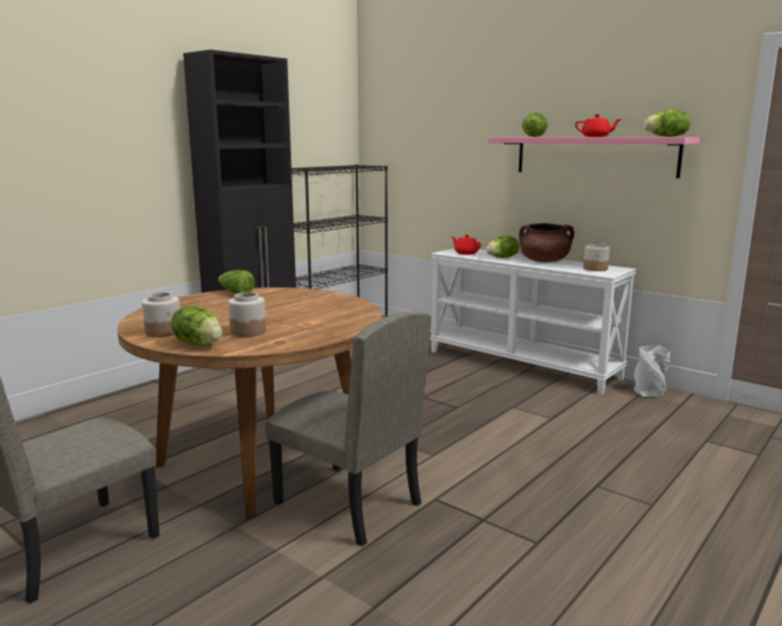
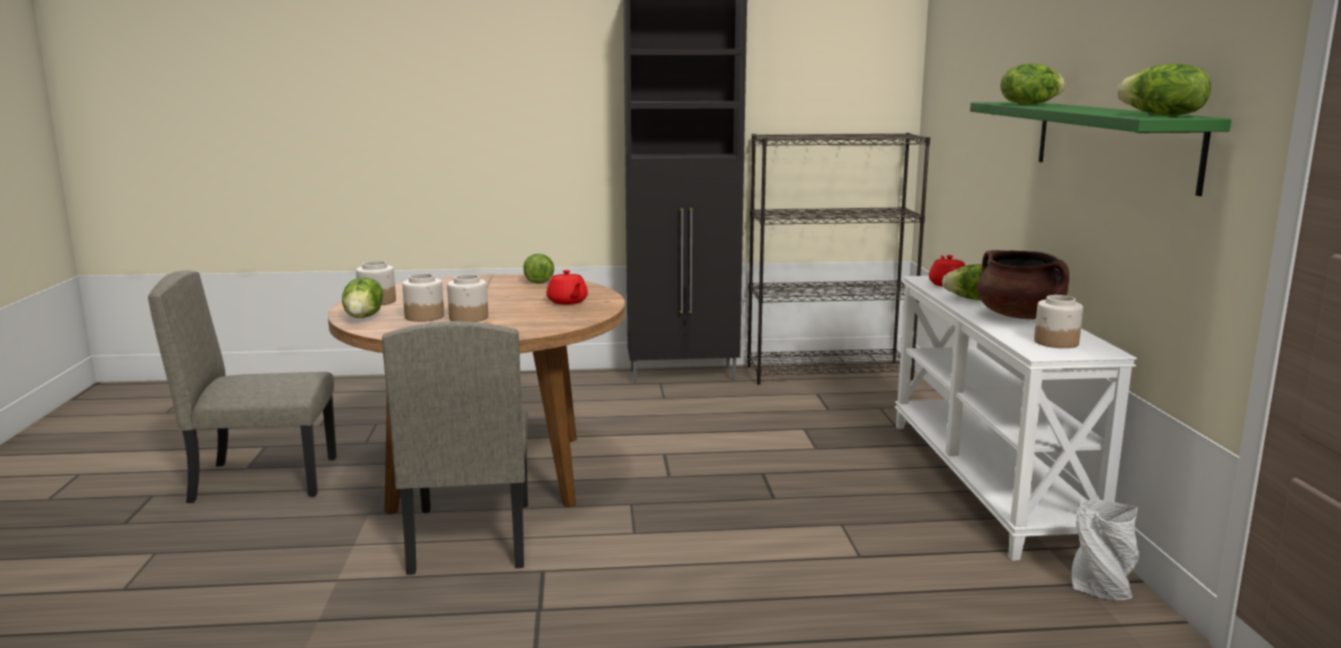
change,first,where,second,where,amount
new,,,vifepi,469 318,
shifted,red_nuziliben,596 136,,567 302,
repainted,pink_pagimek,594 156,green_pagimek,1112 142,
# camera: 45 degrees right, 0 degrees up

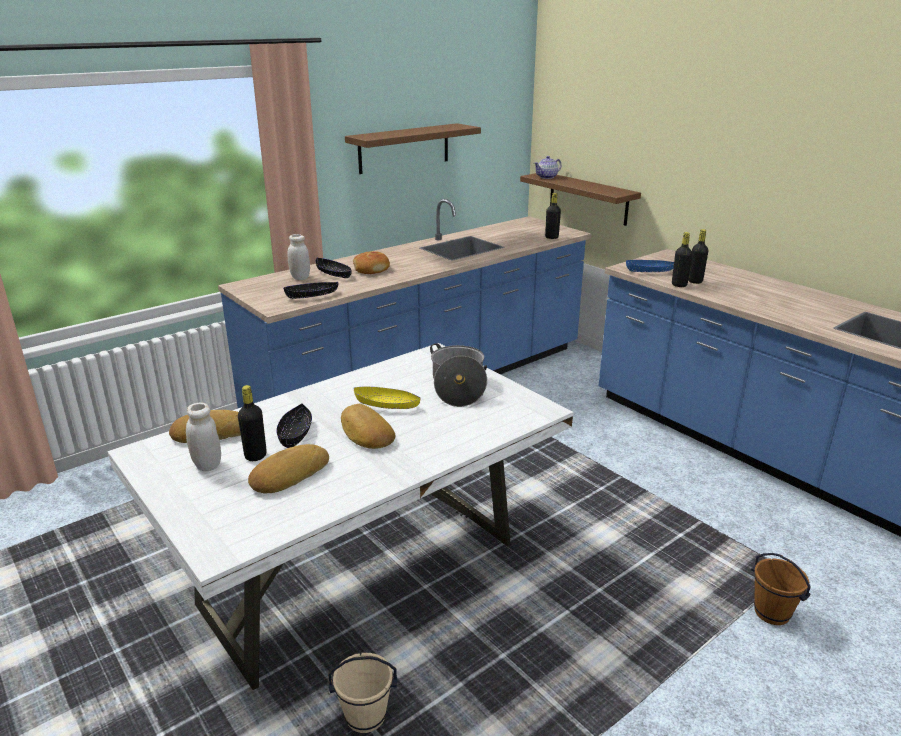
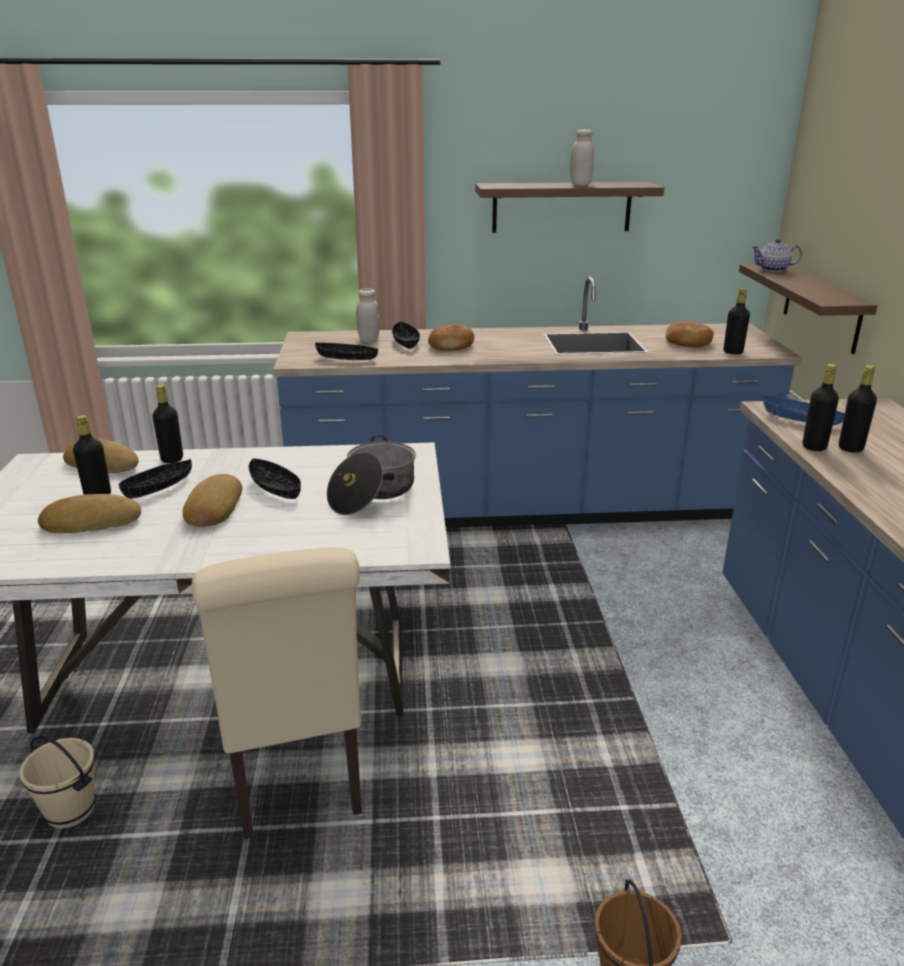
change,first,where,second,where,amount
new,,,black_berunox,172 459,
new,,,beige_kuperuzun,295 774,
new,,,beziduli,687 342,
shifted,white_vifepi,207 465,,580 184,
repainted,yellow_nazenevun,387 405,black_nazenevun,276 488,
# camera: 35 degrees right, 0 degrees up

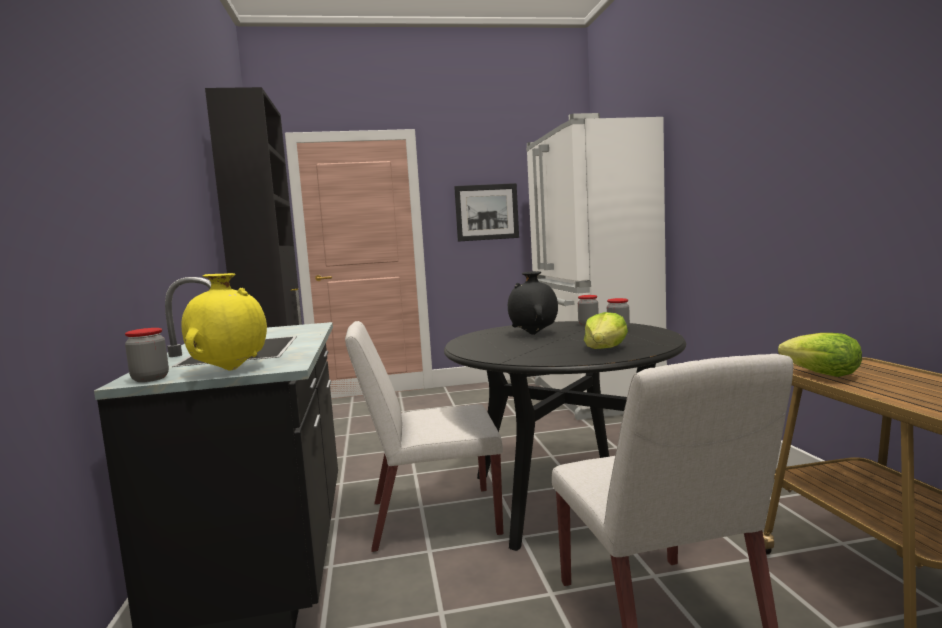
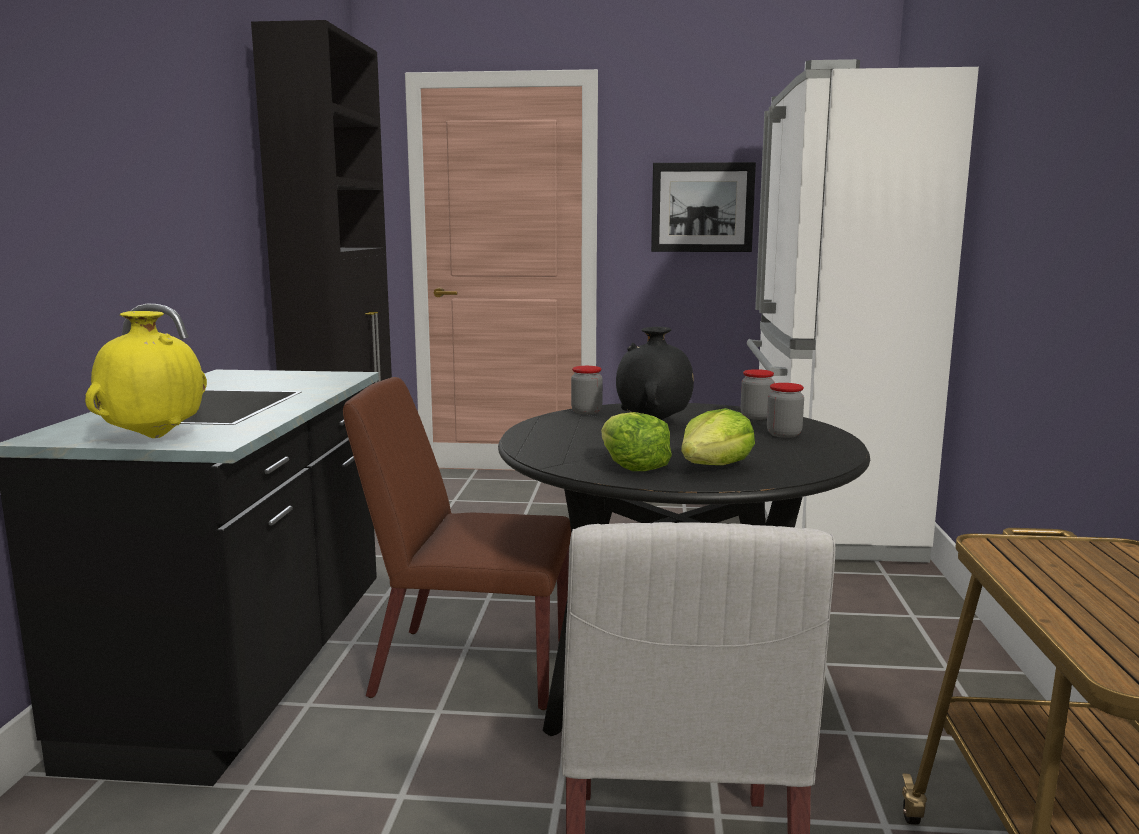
change,first,where,second,where,amount
shifted,vifepi,150 379,,586 412,
shifted,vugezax,822 374,,632 466,
repainted,white_kuperuzun,432 518,brown_kuperuzun,469 667,
# camera: 15 degrees right, 5 degrees up

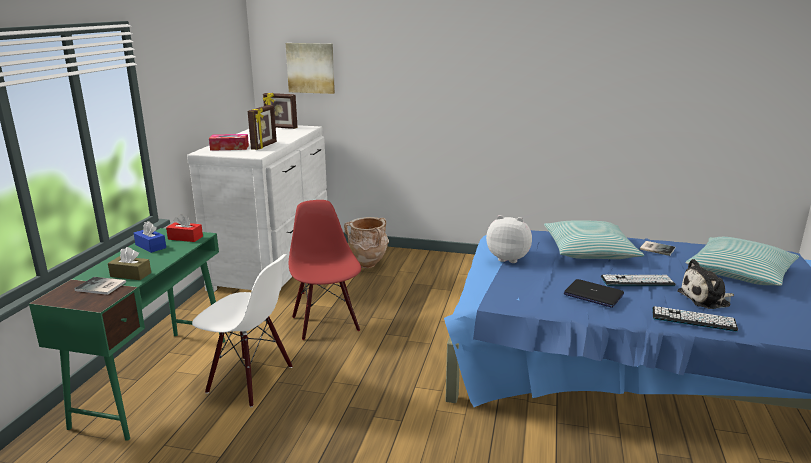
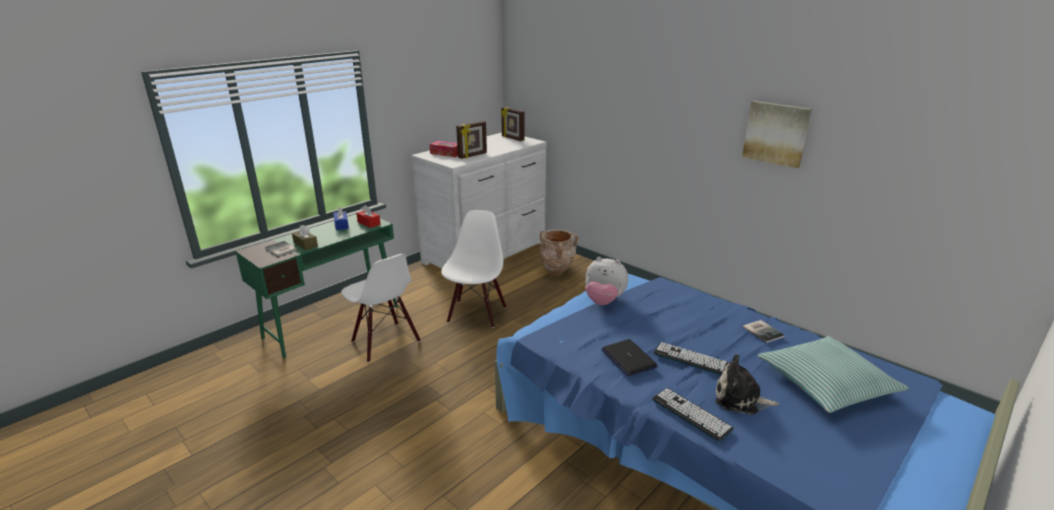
change,first,where,second,where,amount
gone,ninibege,589 250,,,
shifted,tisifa,311 68,,776 133,
repainted,red_kuperuzun,326 323,white_kuperuzun,476 314,
rotated,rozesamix,508 258,,604 301,150 degrees clockwise
# camera: 30 degrees right, 5 degrees up

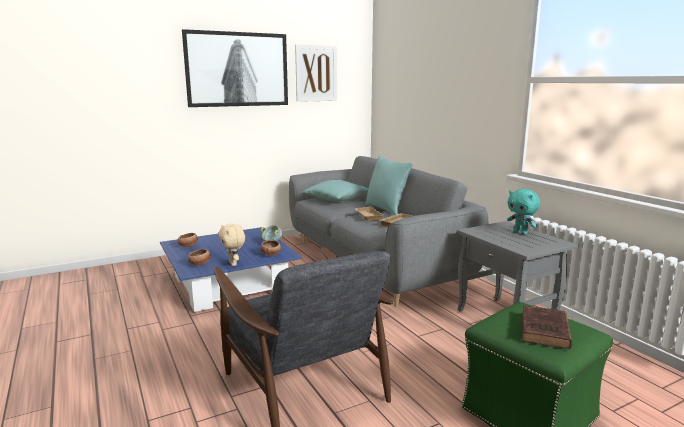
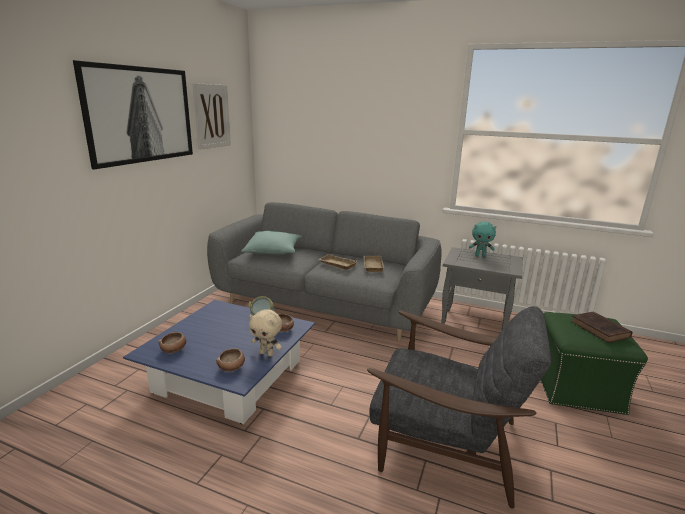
change,first,where,second,where,amount
gone,turquoise_ninibege,386 209,,,
# camera: 40 degrees left, 5 degrees up

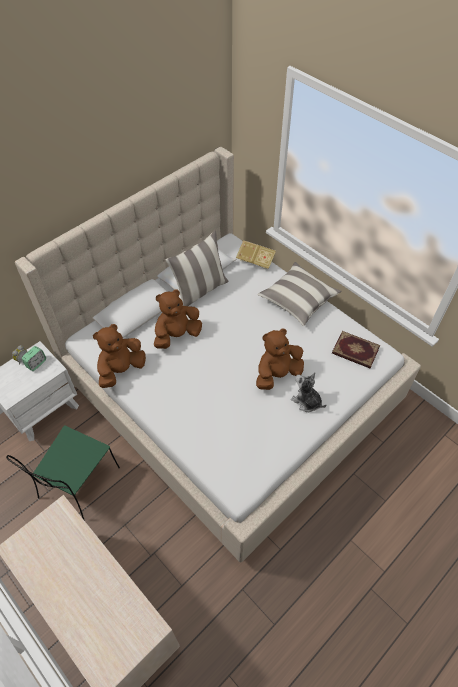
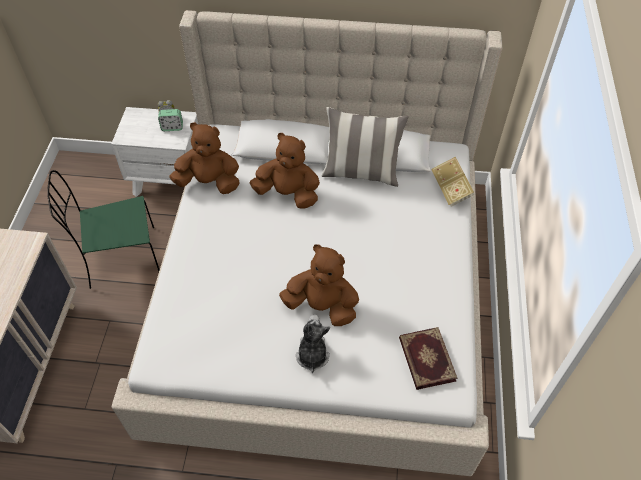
change,first,where,second,where,amount
gone,ninibege,298 300,,,
# camera: 50 degrees right, 0 degrees up

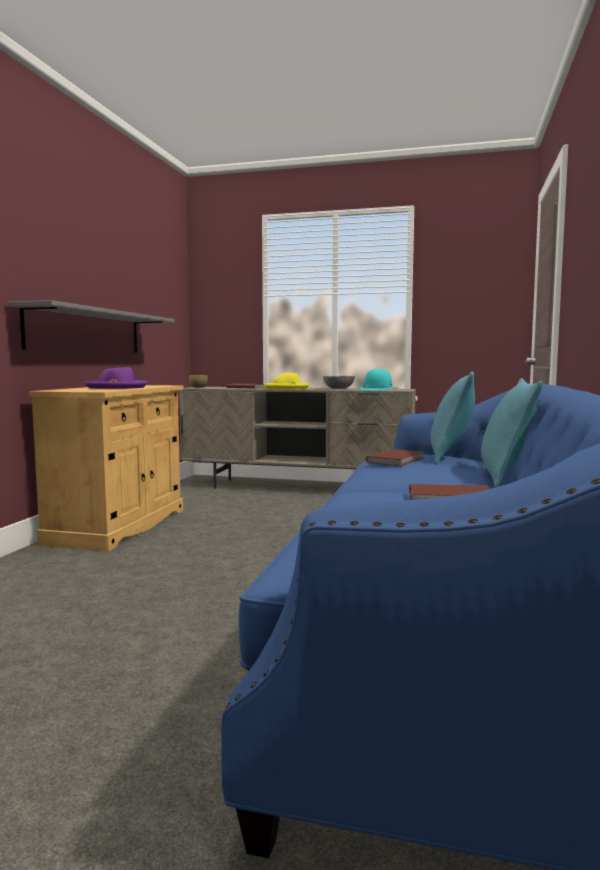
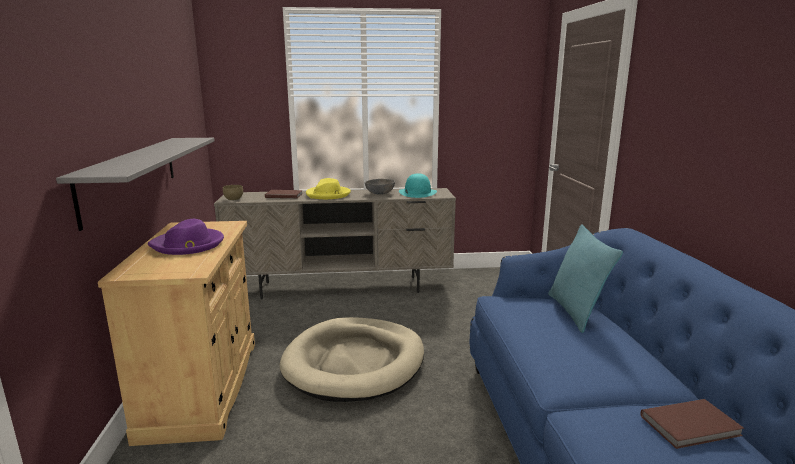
change,first,where,second,where,amount
gone,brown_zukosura,397 460,,,
gone,turquoise_ninibege,505 478,,,
new,,,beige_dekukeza,355 363,
# camera: 20 degrees left, 10 degrees up

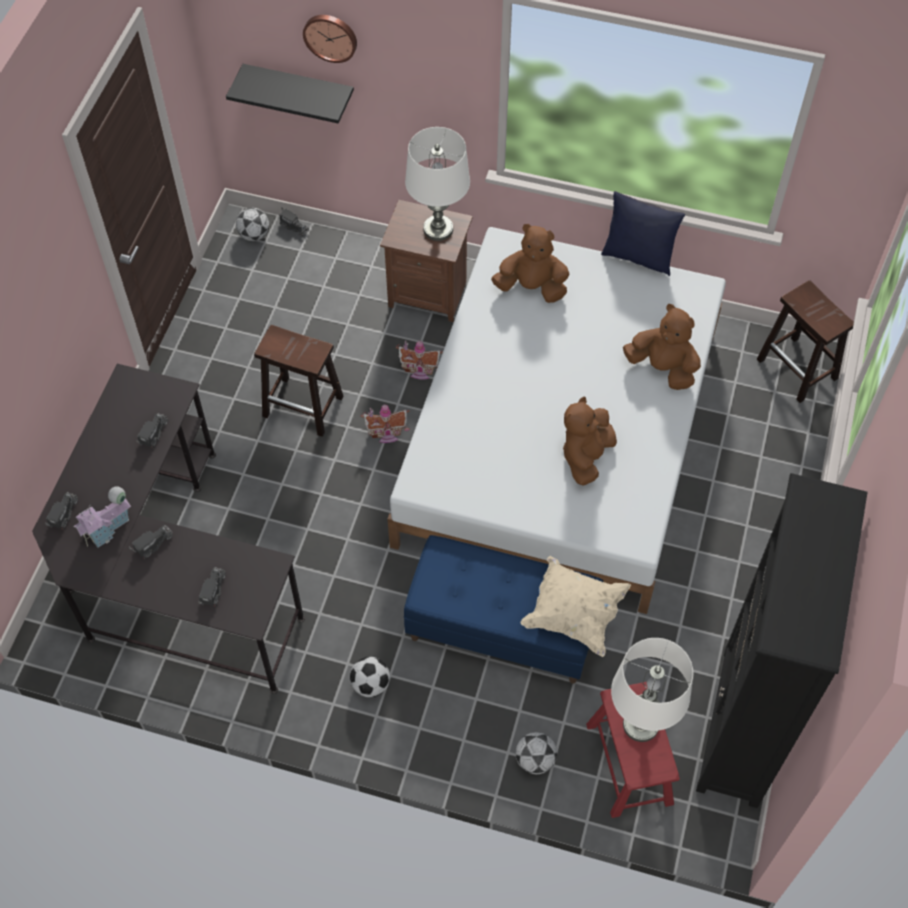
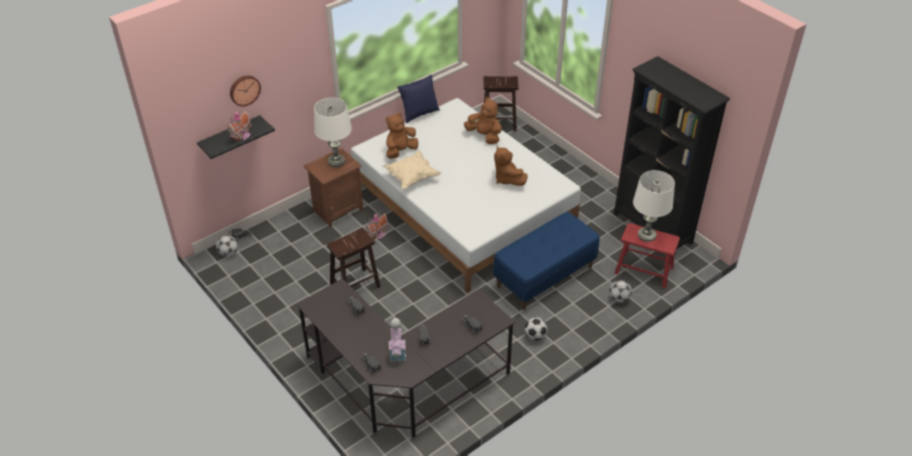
change,first,where,second,where,amount
shifted,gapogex,386 434,,242 136,
shifted,beige_ninibege,574 613,,412 177,
rotated,brown_rozesamix,662 368,,484 136,60 degrees clockwise
# camera: 55 degrees left, 15 degrees down

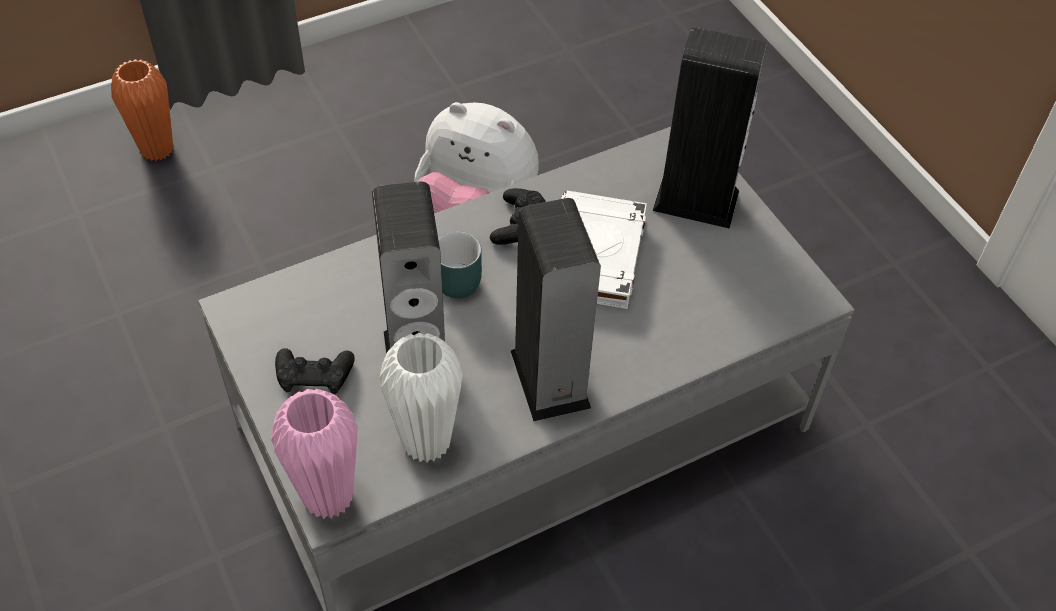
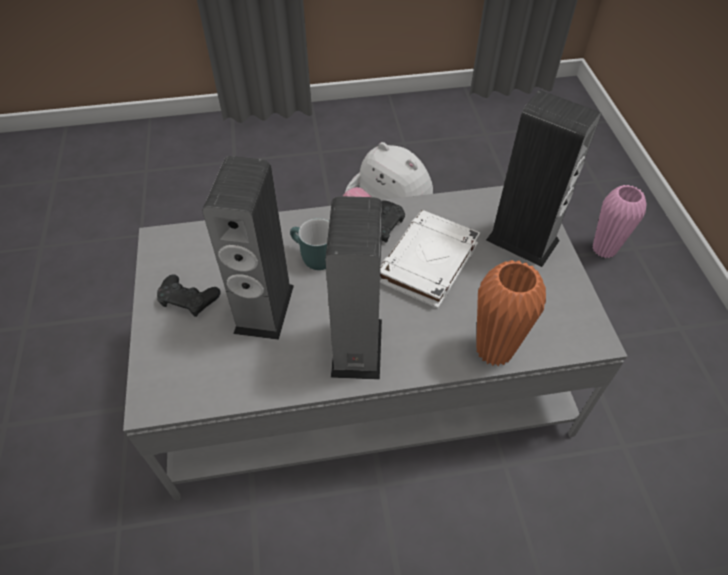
change,first,where,second,where,amount
gone,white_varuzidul,426 442,,,
shifted,orange_varuzidul,157 149,,494 350,
shifted,pink_varuzidul,328 497,,604 249,
# camera: 20 degrees right, 0 degrees up

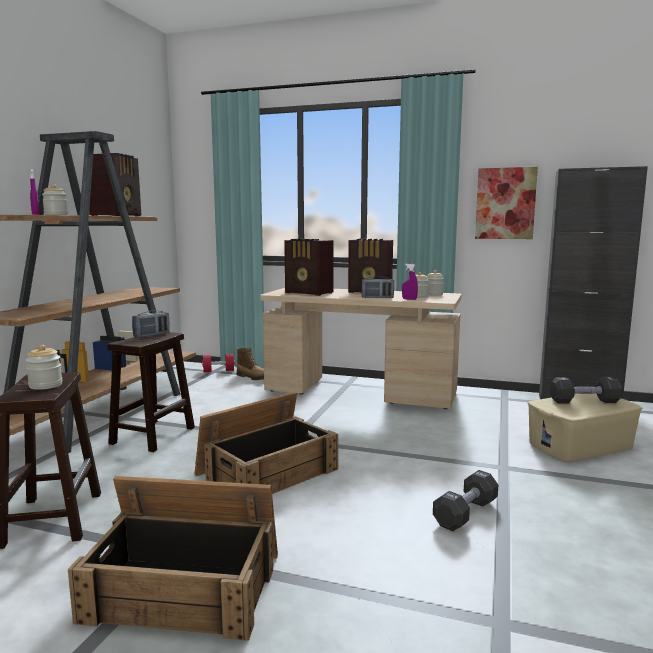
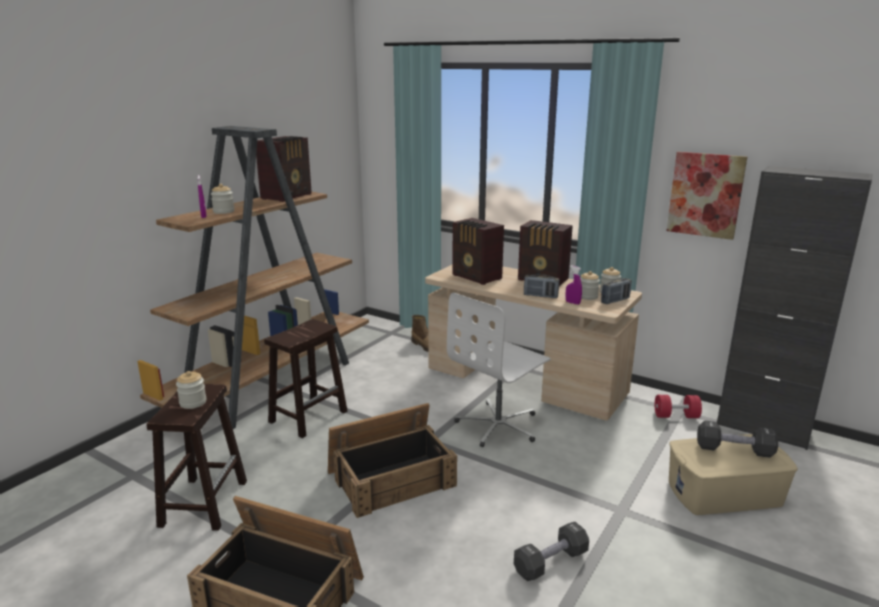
change,first,where,second,where,amount
new,,,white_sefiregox,499 425,
shifted,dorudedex,151 335,,615 301,
shifted,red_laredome,218 371,,676 416,
# camera: 15 degrees right, 10 degrees up

